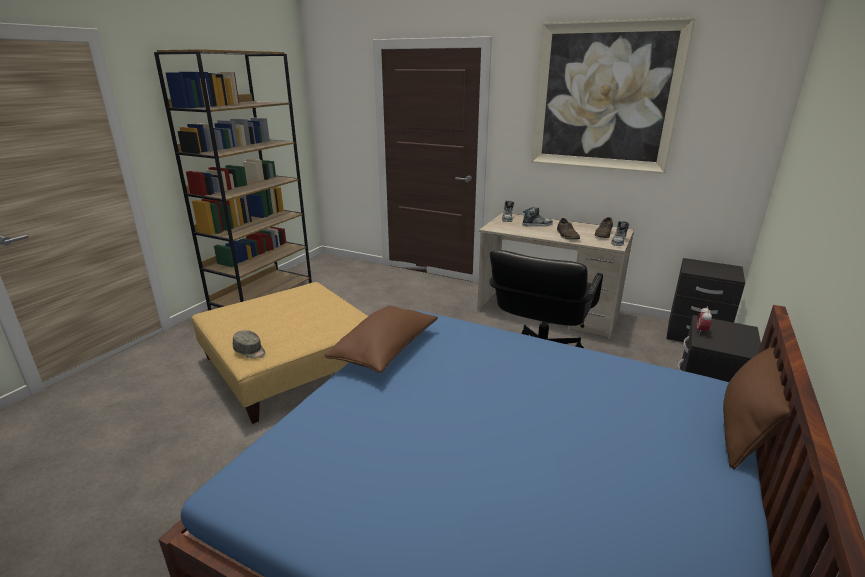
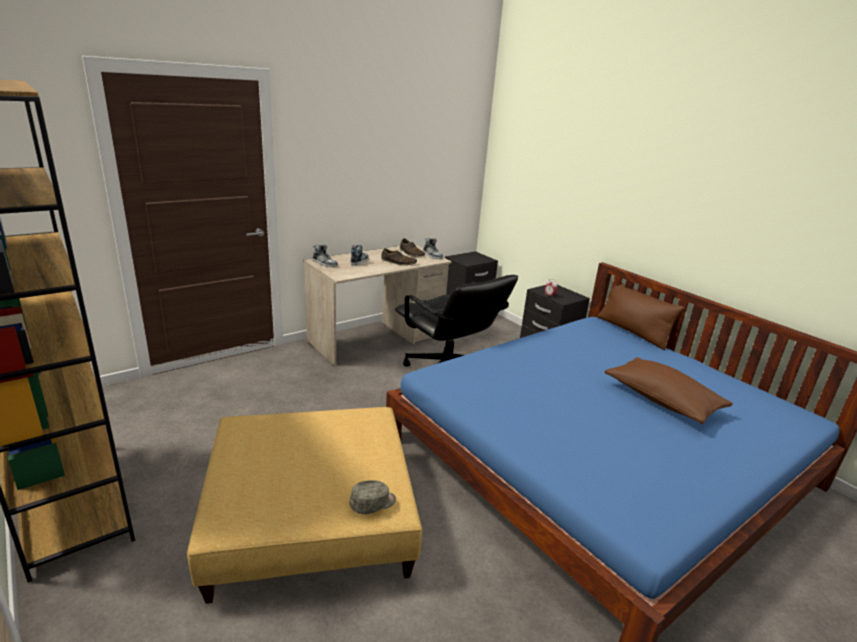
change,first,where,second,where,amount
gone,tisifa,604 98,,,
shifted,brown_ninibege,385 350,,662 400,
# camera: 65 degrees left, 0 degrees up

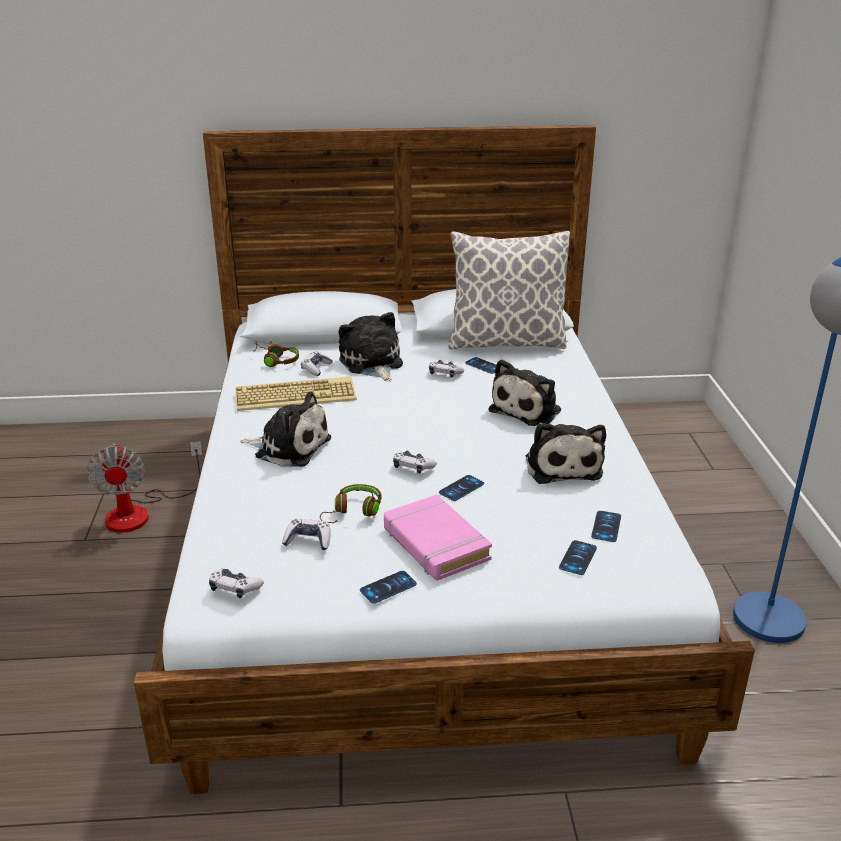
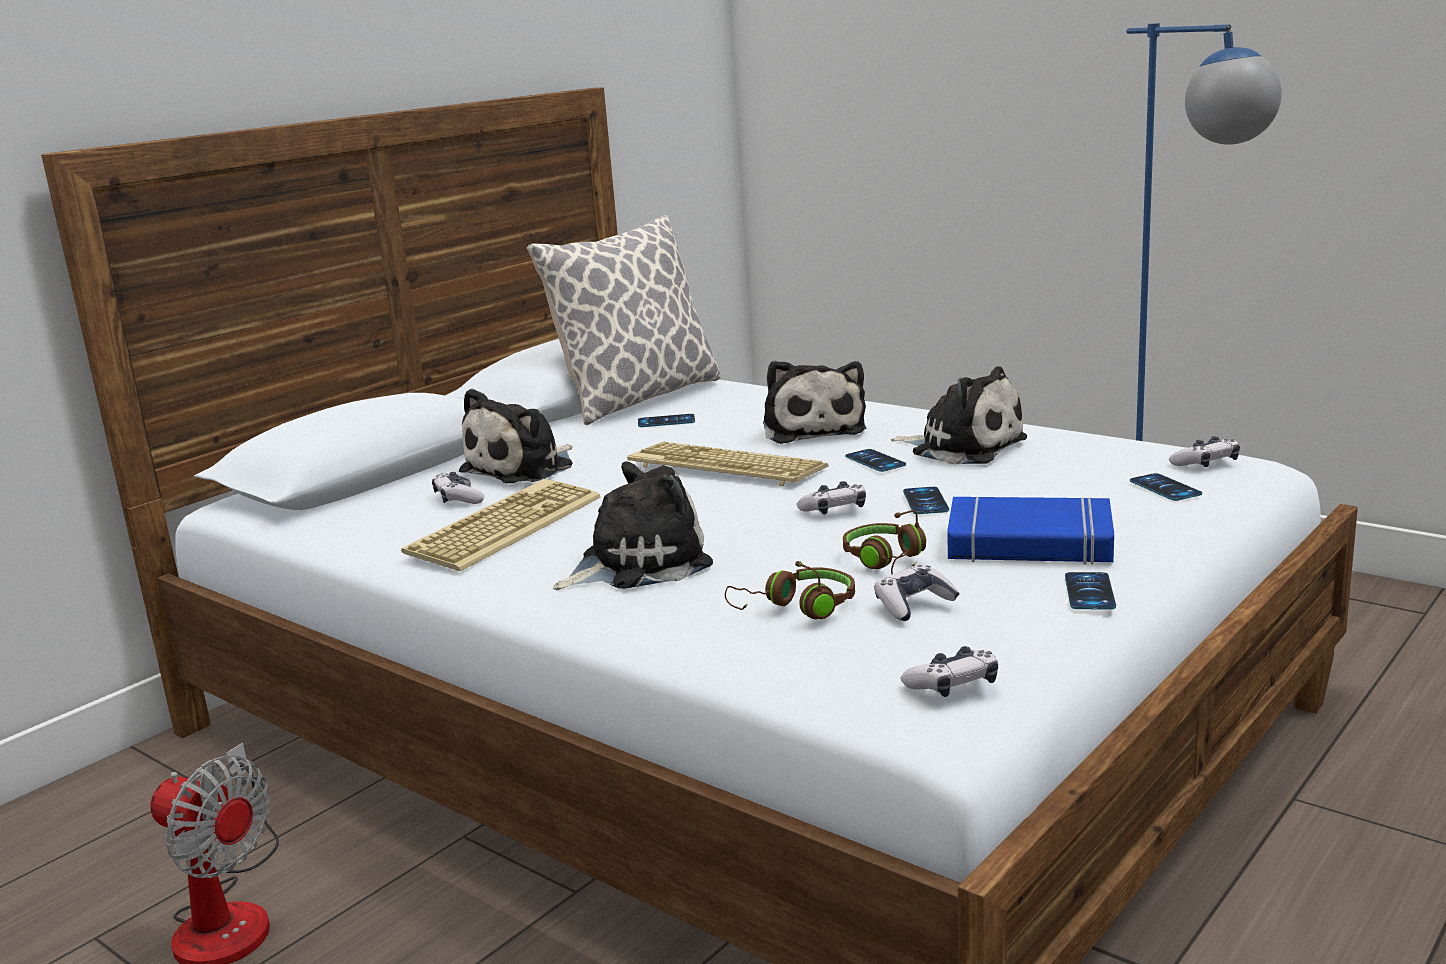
change,first,where,second,where,amount
new,,,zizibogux,723 467,
shifted,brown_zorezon,275 360,,798 608,
shifted,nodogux,445 374,,1206 463,
shifted,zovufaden,606 526,,875 461,
repainted,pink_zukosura,435 544,blue_zukosura,1029 543,
rotated,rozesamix,372 363,,523 468,75 degrees counterclockwise
# camera: 45 degrees left, 10 degrees down

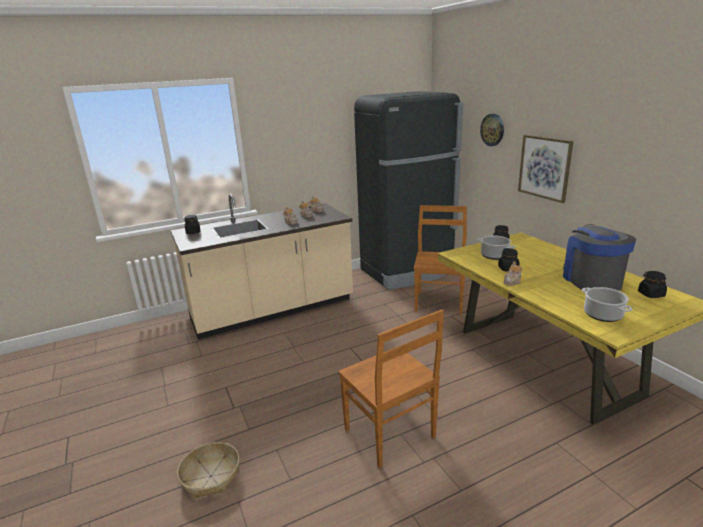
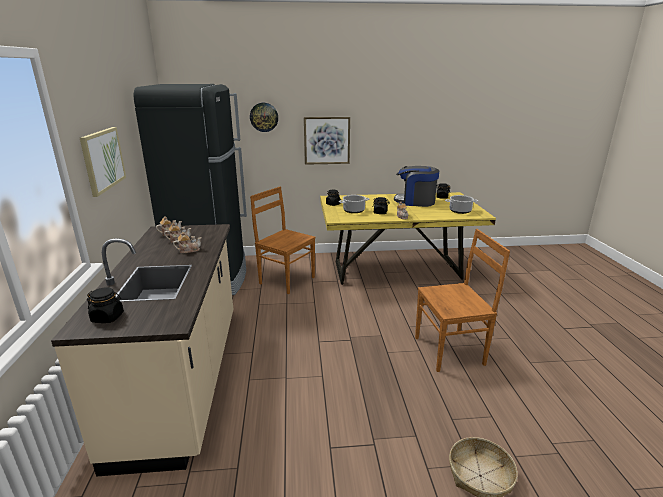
change,first,where,second,where,amount
new,,,tisifa,103 159,
# camera: 70 degrees left, 0 degrees up

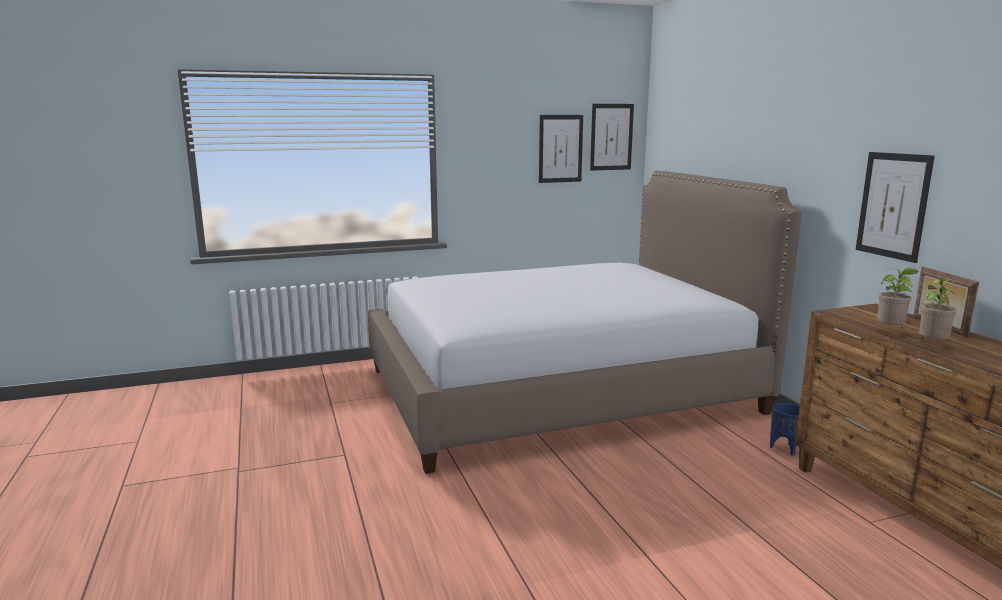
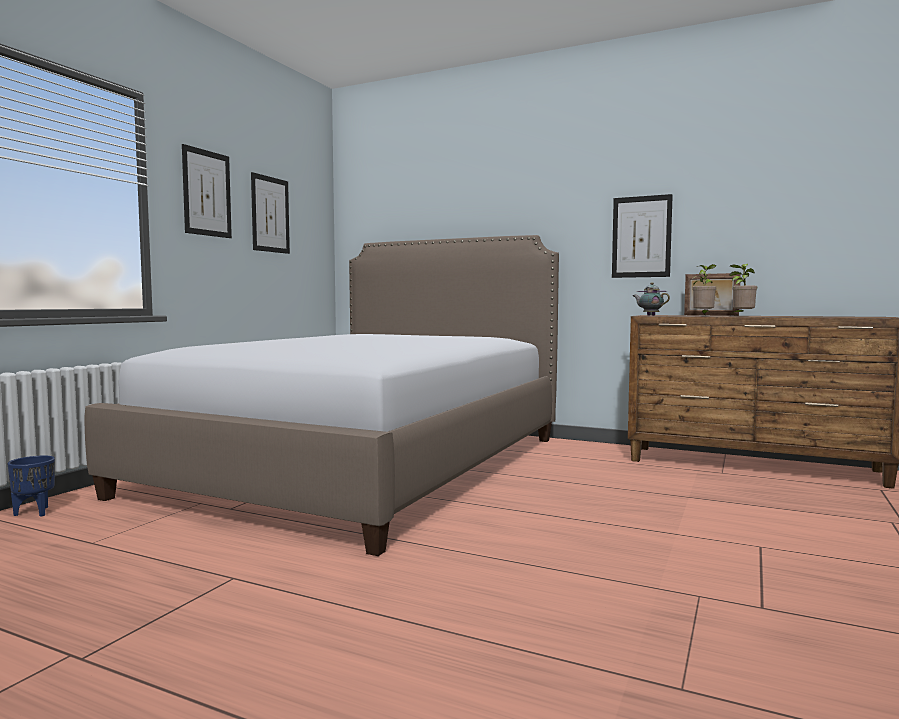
change,first,where,second,where,amount
new,,,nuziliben,650 315,
shifted,tisifa,611 137,,207 193,
shifted,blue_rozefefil,785 448,,35 512,
# camera: 45 degrees left, 10 degrees down

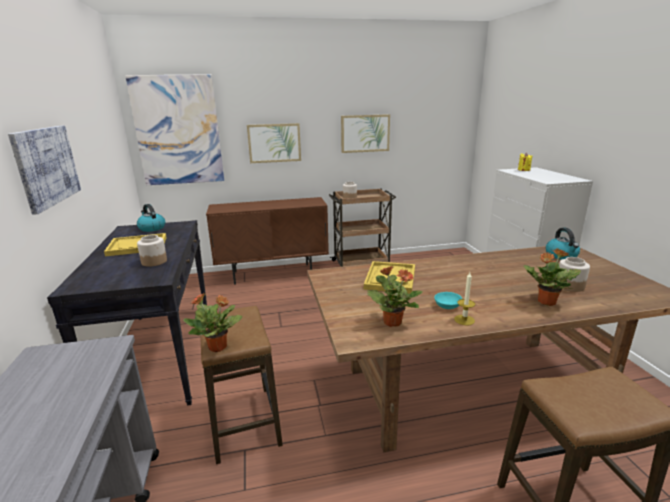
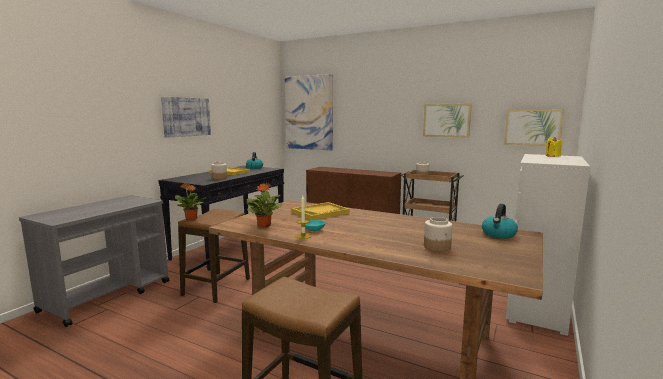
change,first,where,second,where,amount
gone,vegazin,546 302,,,
shifted,tisifa,274 143,,532 127,
# camera: 40 degrees right, 10 degrees down

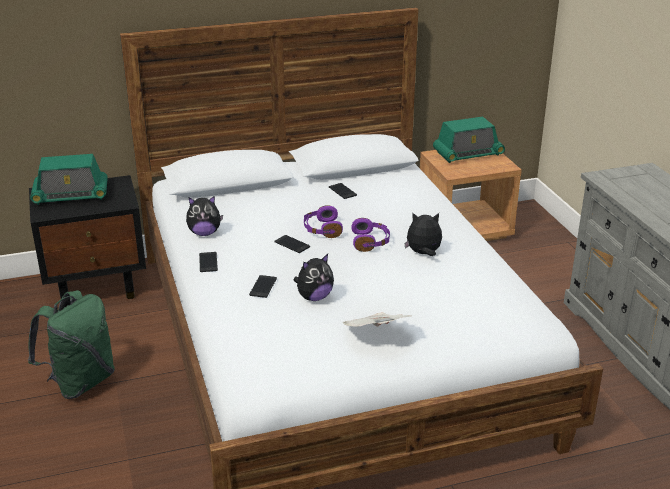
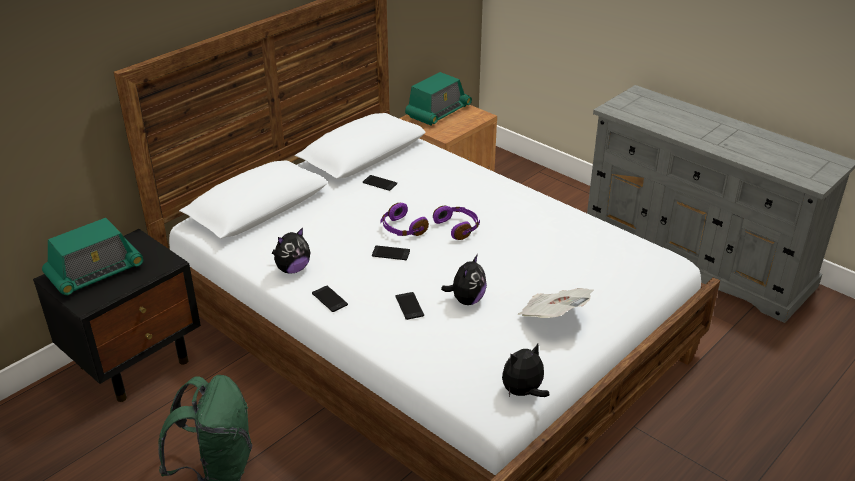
change,first,where,second,where,amount
shifted,rozesamix,423 253,,523 392,
# camera: 30 degrees left, 5 degrees up

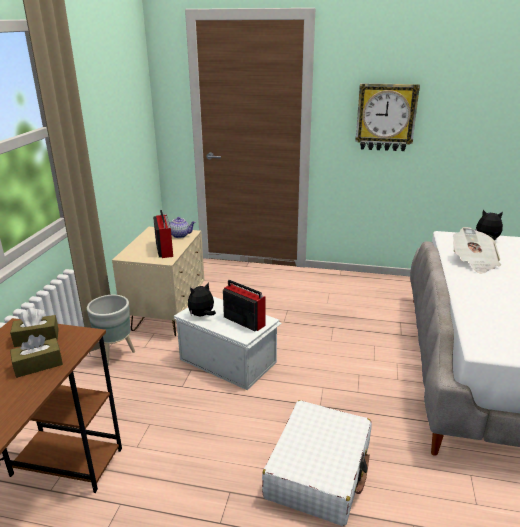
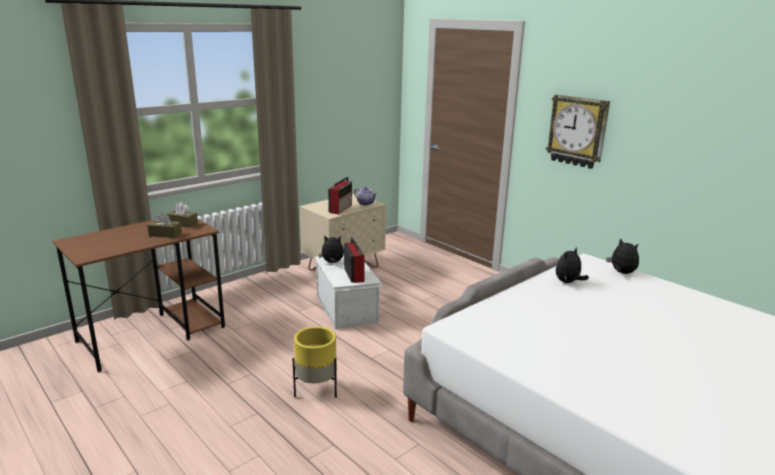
change,first,where,second,where,amount
gone,grey_rozefefil,116 354,,,
swapped,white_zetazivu,319 471,yellow_rozefefil,316 389,
swapped,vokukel,474 262,rozesamix,568 282,
# camera: 35 degrees right, 5 degrees down

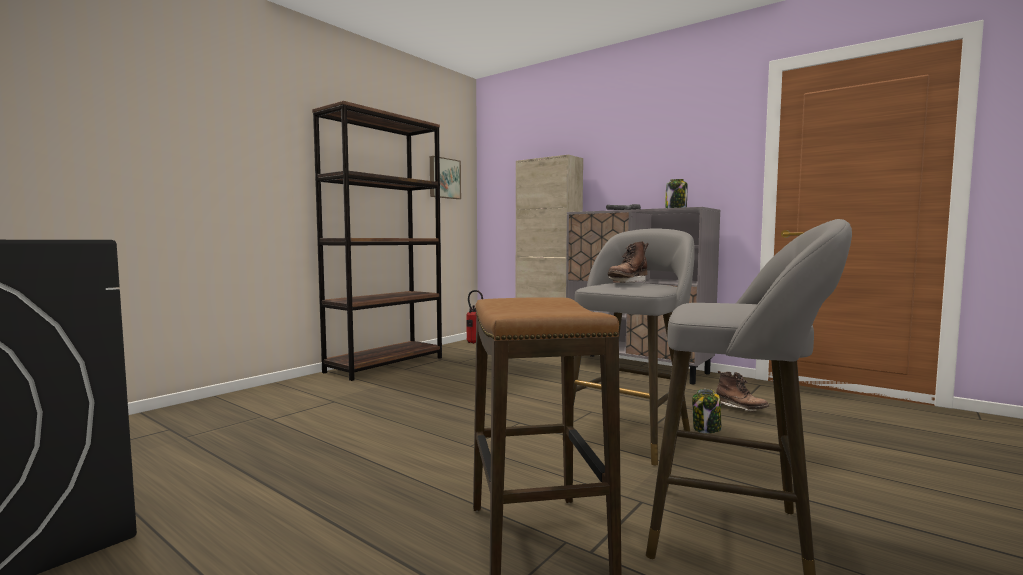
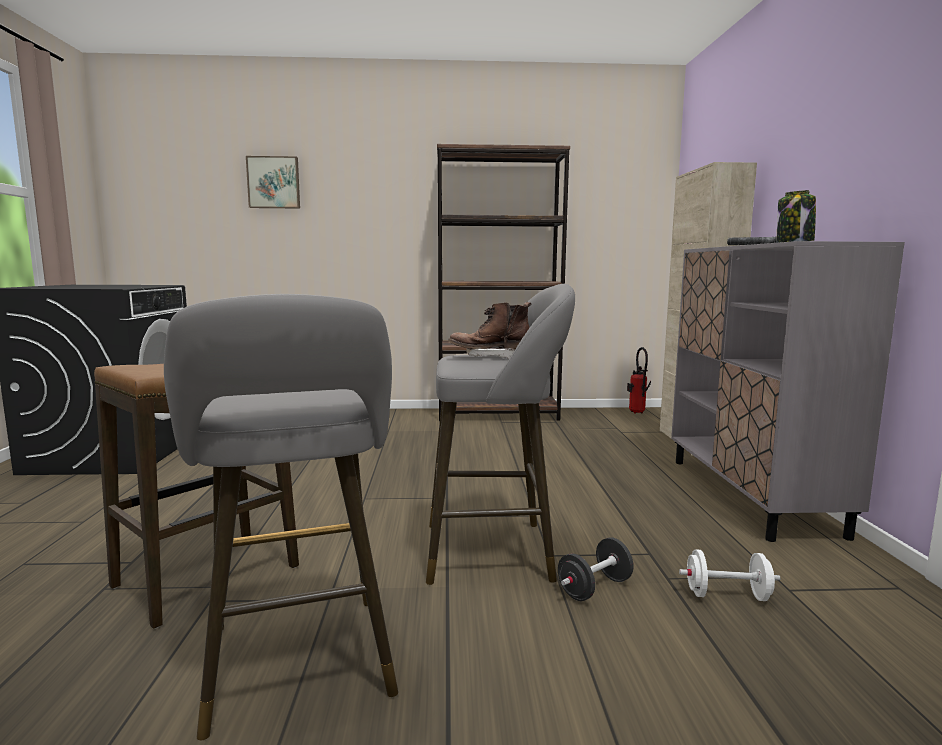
change,first,where,second,where,amount
shifted,tisifa,444 178,,274 182,
swapped,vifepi,706 429,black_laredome,594 588,
swapped,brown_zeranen,740 409,white_laredome,727 595,
# camera: 50 degrees right, 5 degrees up

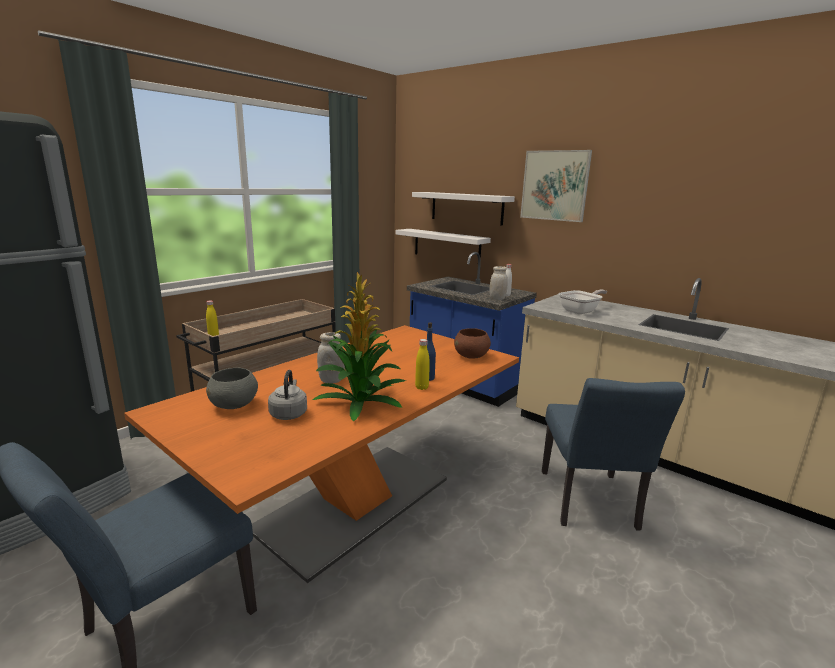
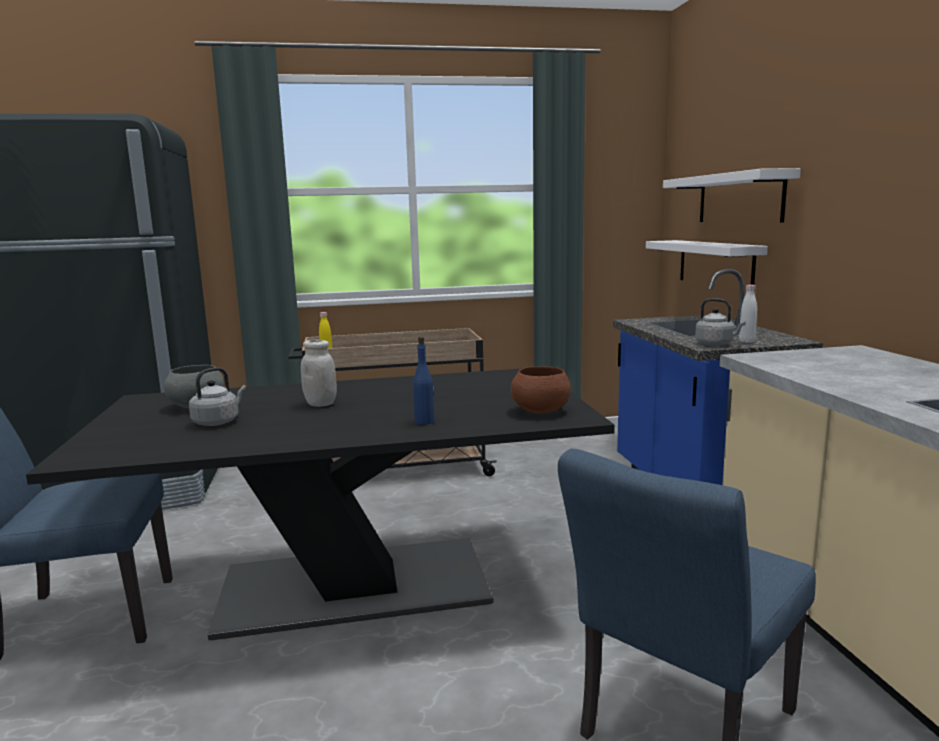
change,first,where,second,where,amount
gone,vegazin,361 402,,,
gone,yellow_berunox,421 387,,,
gone,tisifa,554 185,,,
gone,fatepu,581 311,,,
swapped,white_vifepi,497 299,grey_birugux,716 344,
repainted,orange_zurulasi,355 504,black_zurulasi,355 587,
# camera: 40 degrees right, 5 degrees down

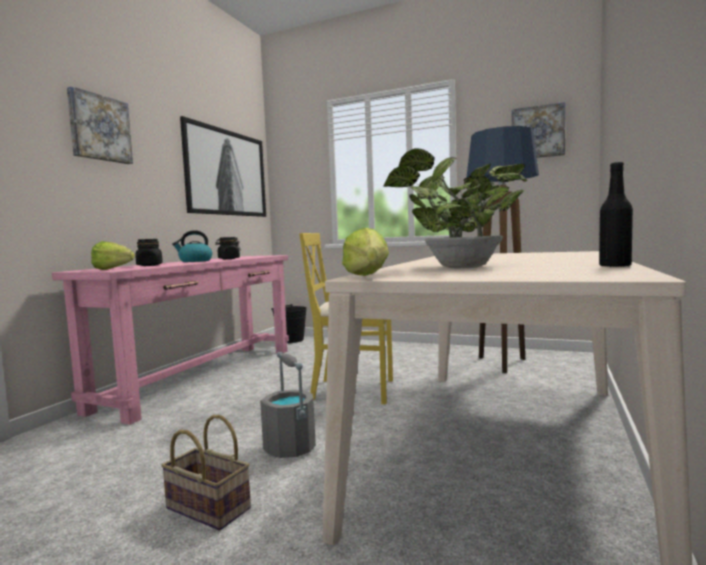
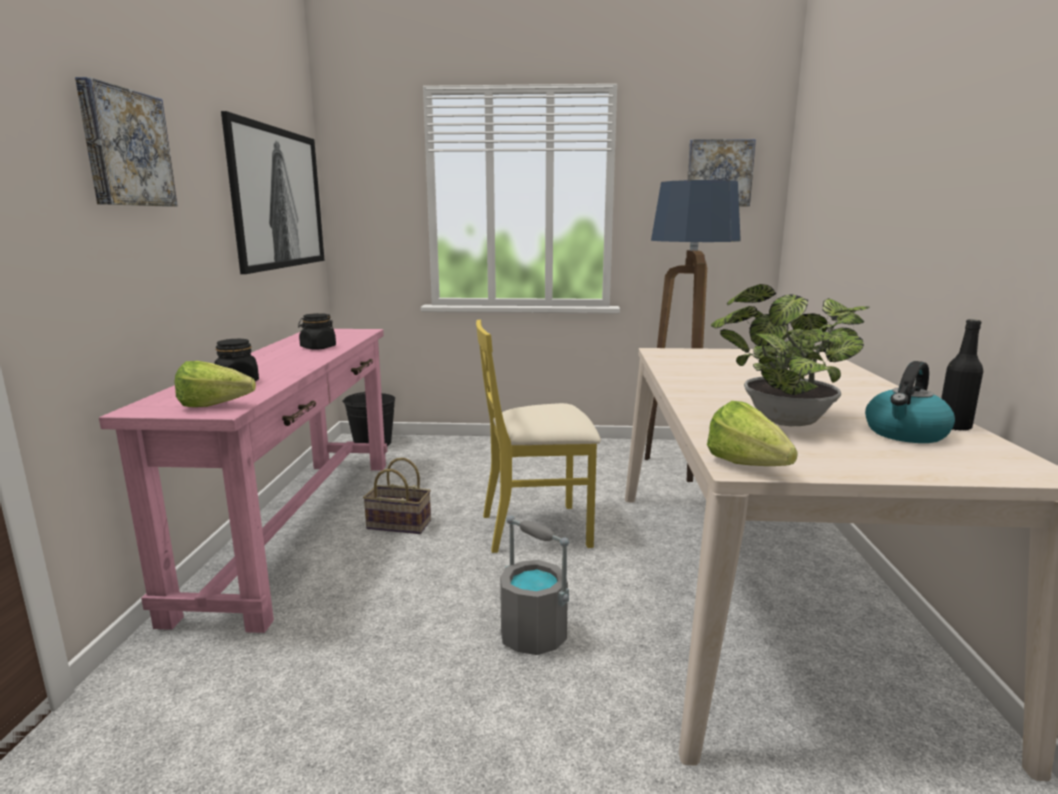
change,first,where,second,where,amount
shifted,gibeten,205 509,,397 525,
shifted,birugux,195 261,,905 434,
# camera: 20 degrees left, 10 degrees up

